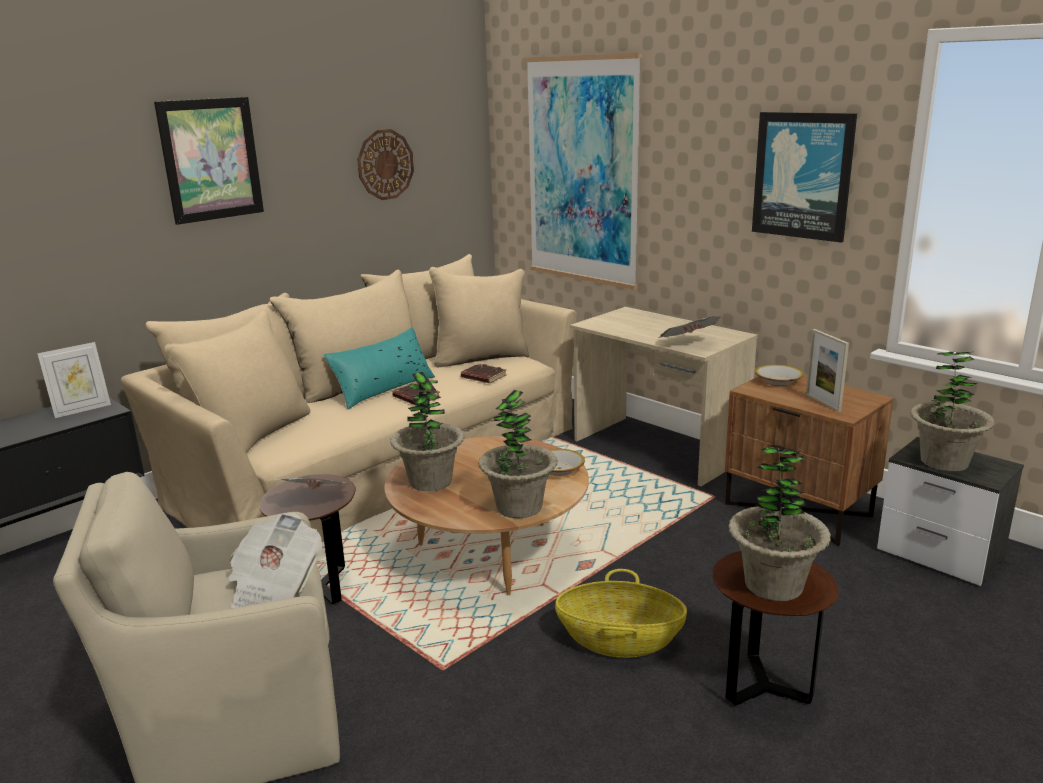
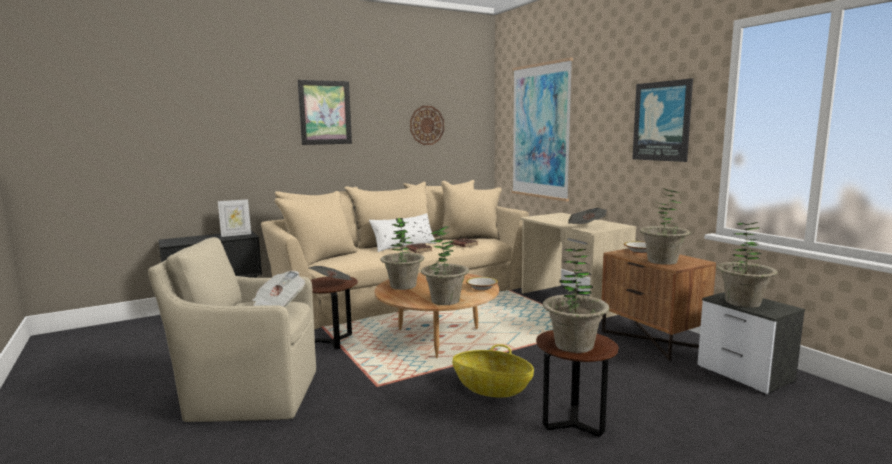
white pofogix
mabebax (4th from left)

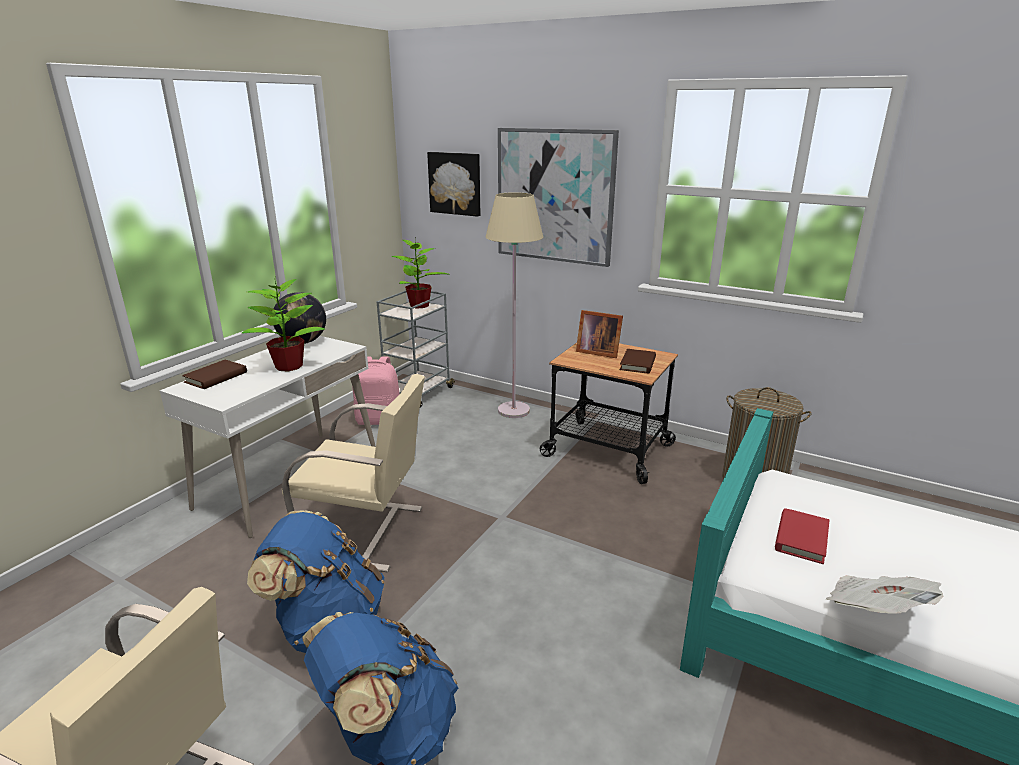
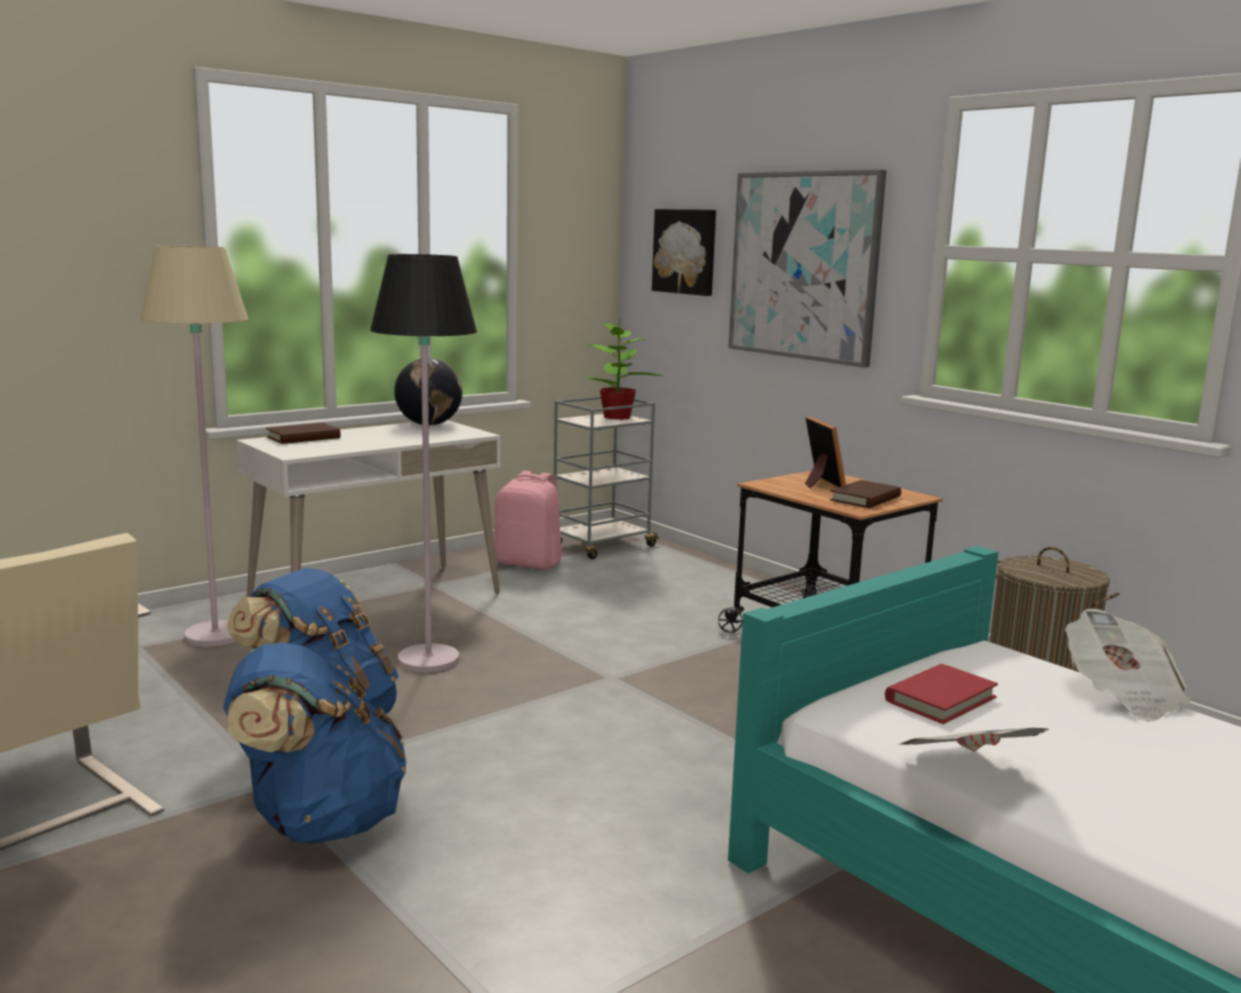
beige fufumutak
mabebax (1st from left in the first image)
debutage
black fufumutak
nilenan (2nd from left)

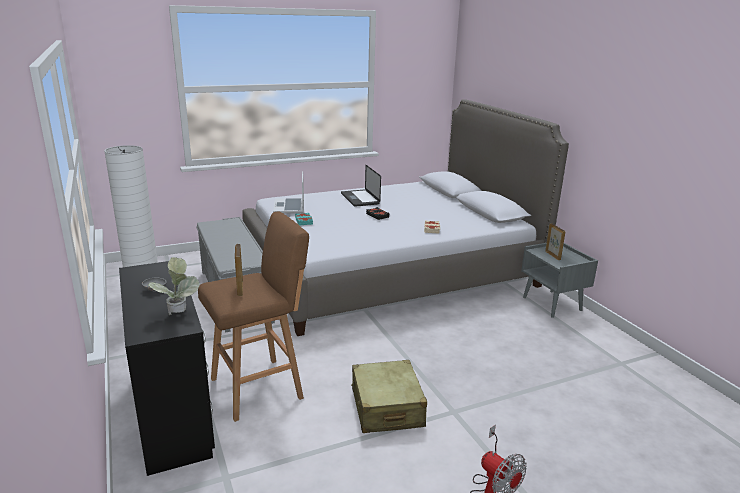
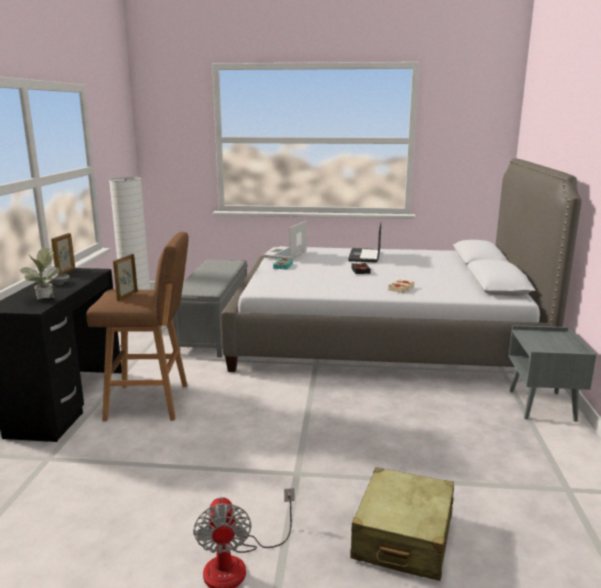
debutage (1st from left)
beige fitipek

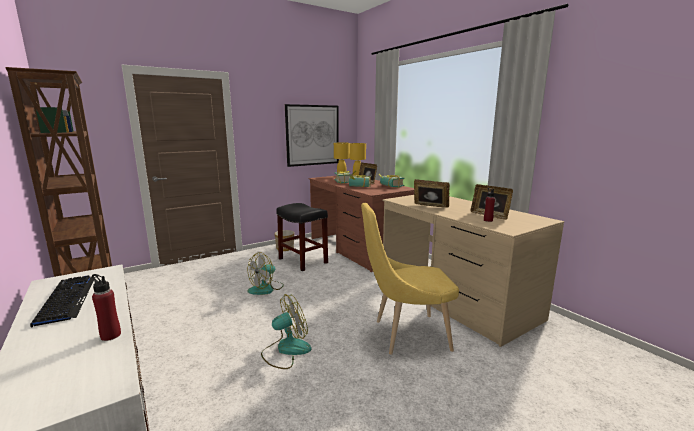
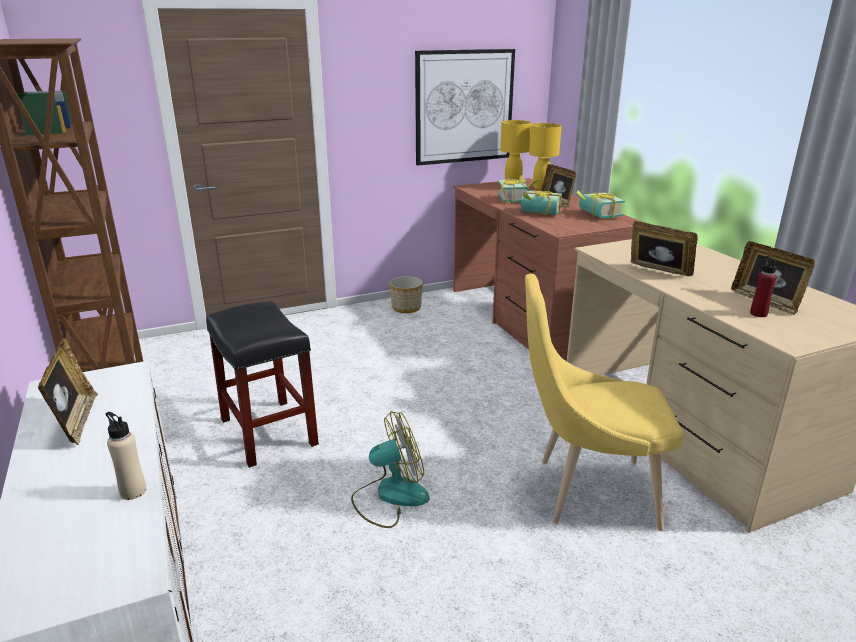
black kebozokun
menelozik (1st from left in the first image)
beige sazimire
debutage (1st from left)

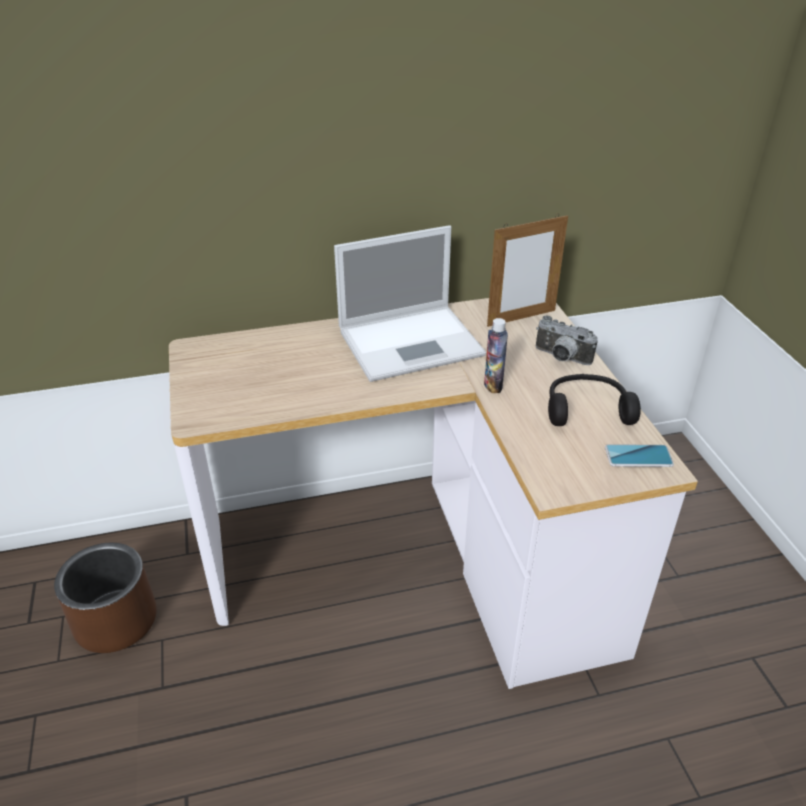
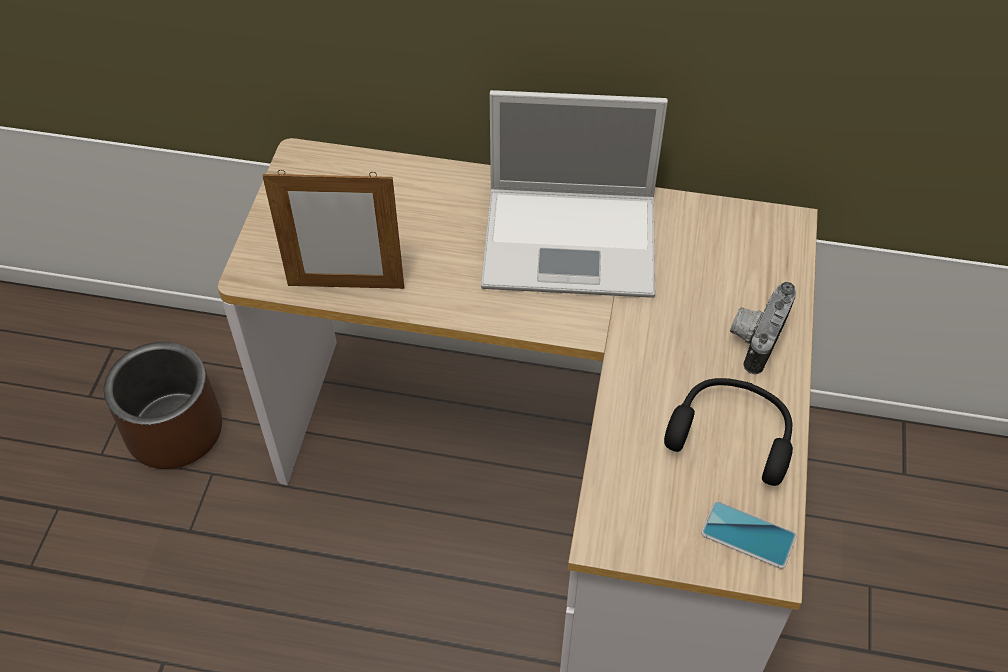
debutage
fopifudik
sazimire

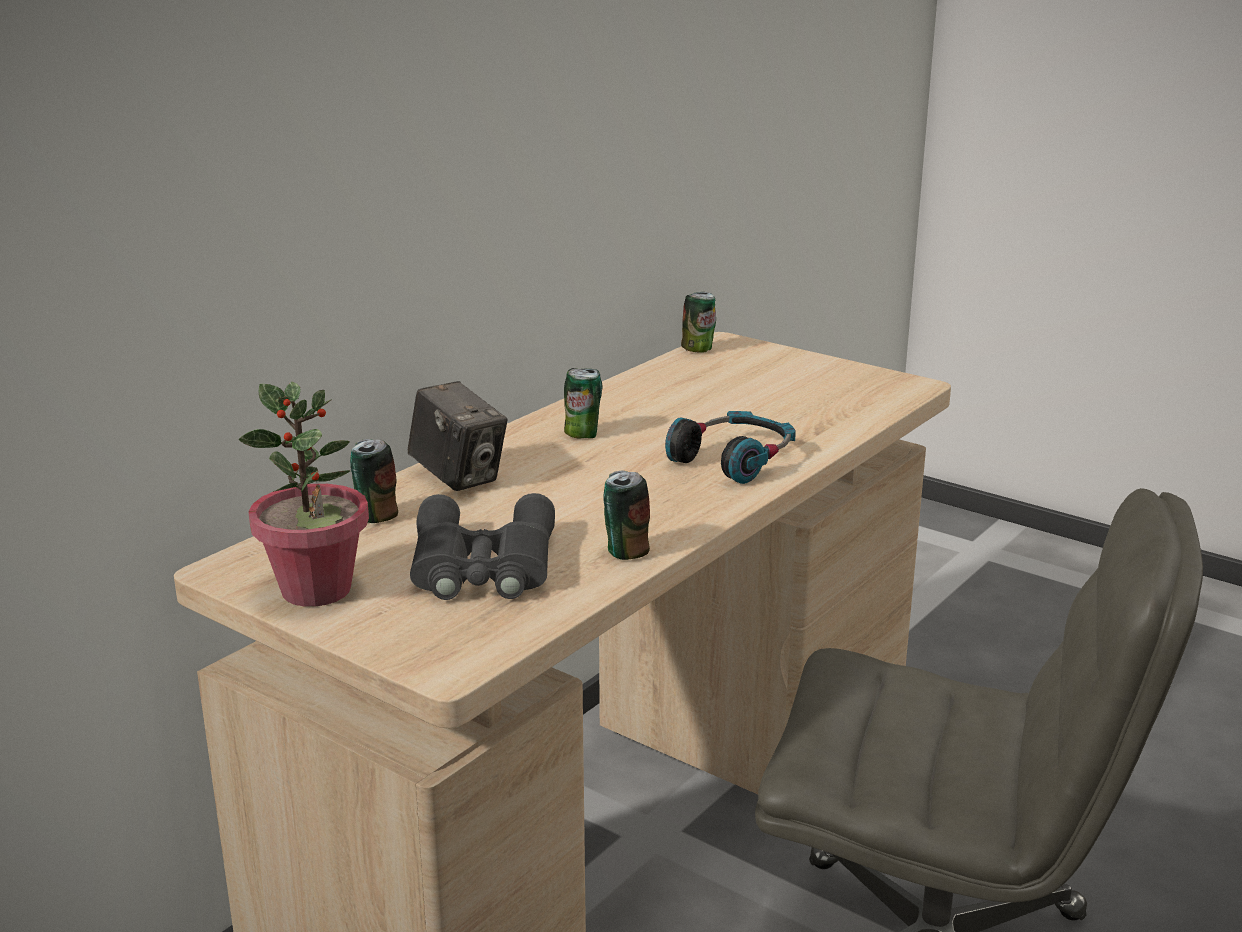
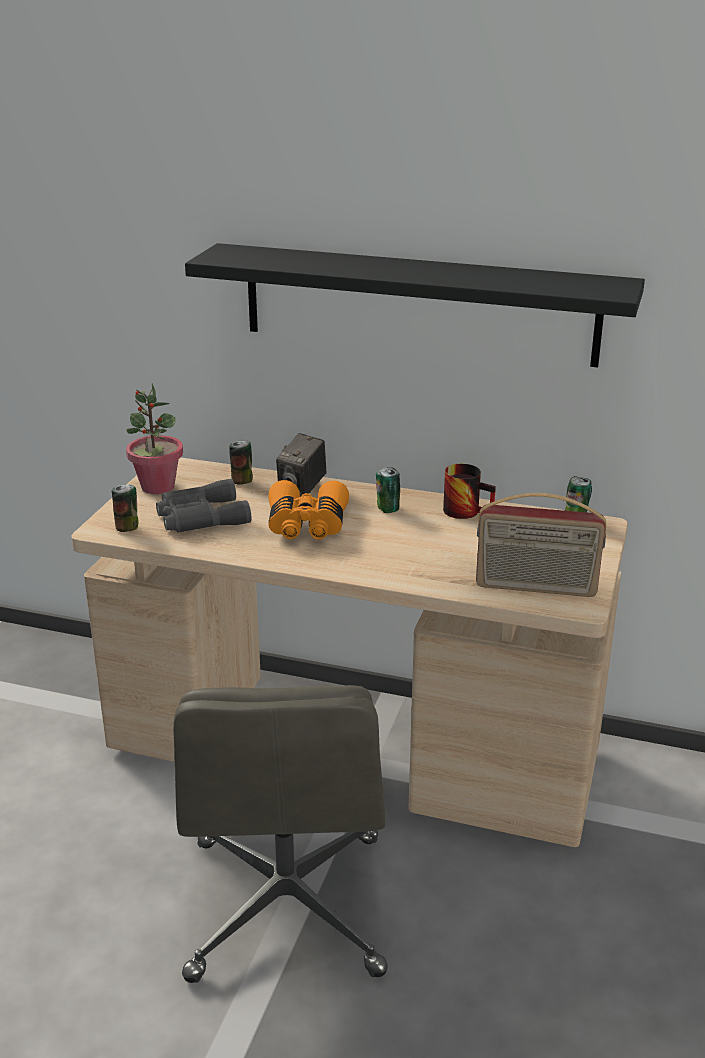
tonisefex
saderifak (1st from left)
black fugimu
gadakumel
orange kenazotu
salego

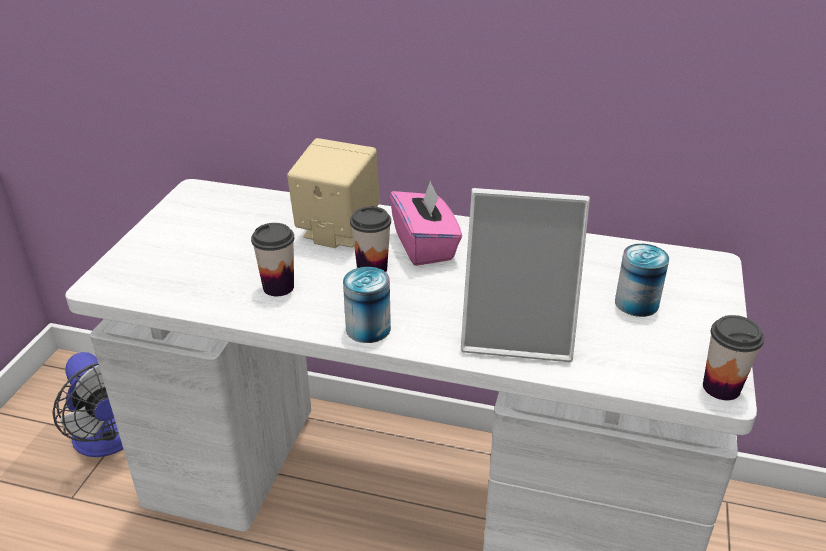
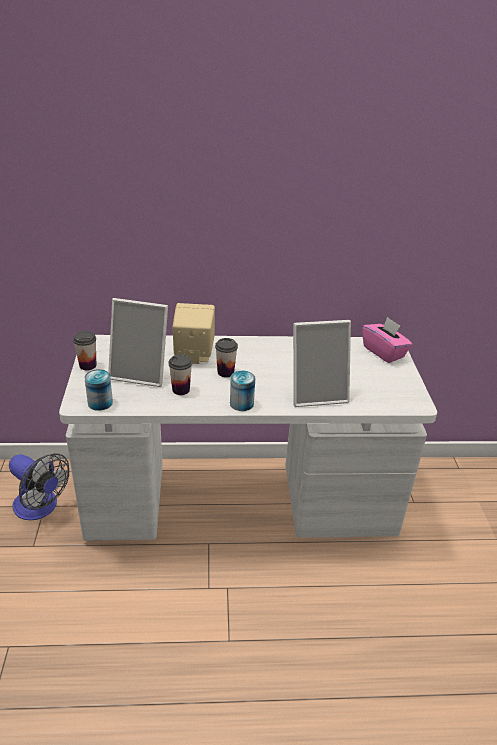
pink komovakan
saderifak (1st from left)
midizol (1st from left)
debutage (1st from left)

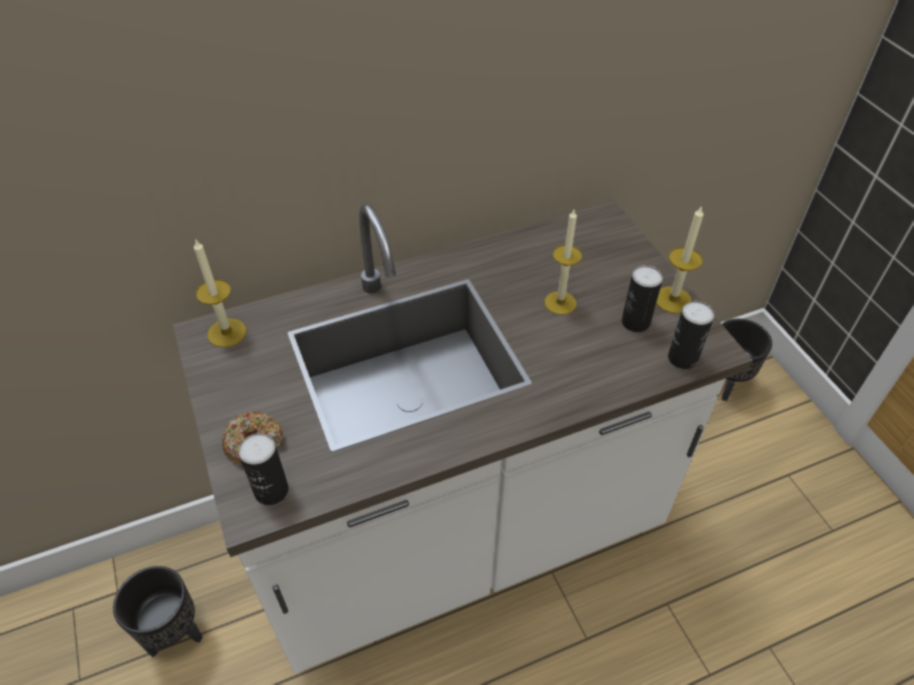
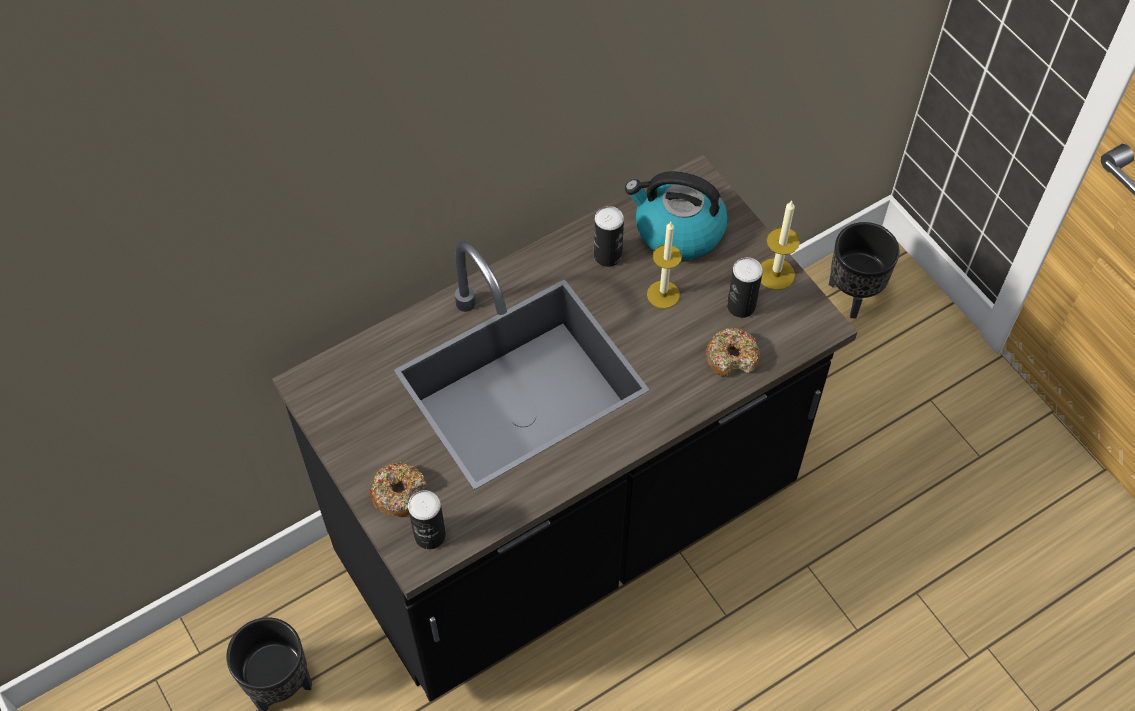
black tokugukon
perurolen (1st from left in the first image)
saderifak (2nd from left)
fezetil
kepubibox (2nd from left)

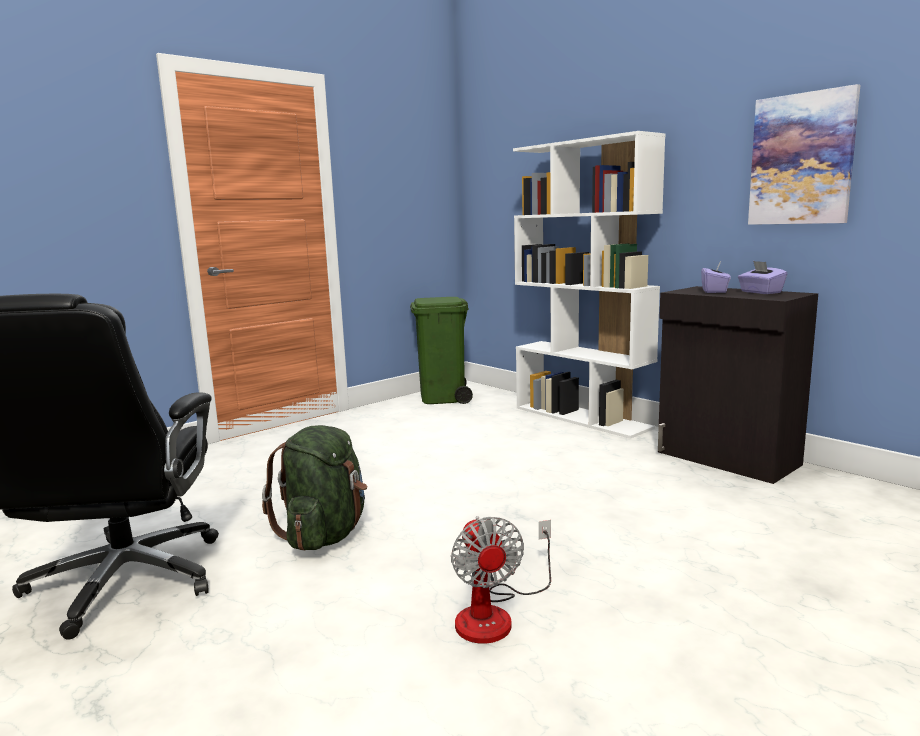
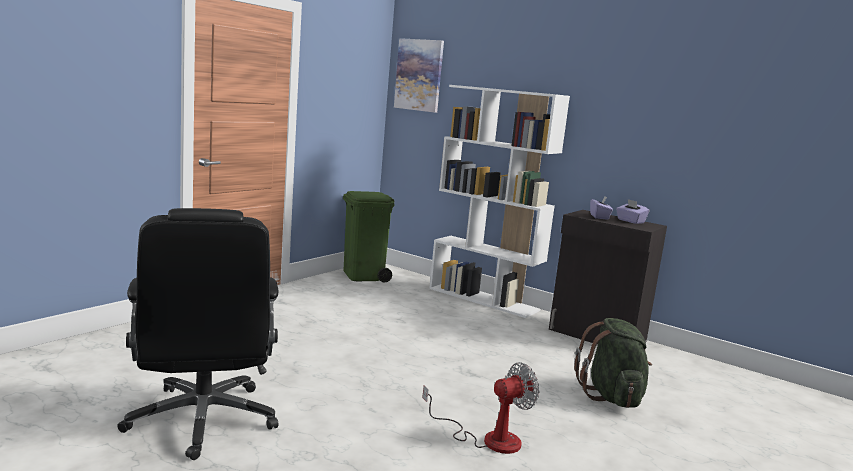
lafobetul
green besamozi
menelozik

